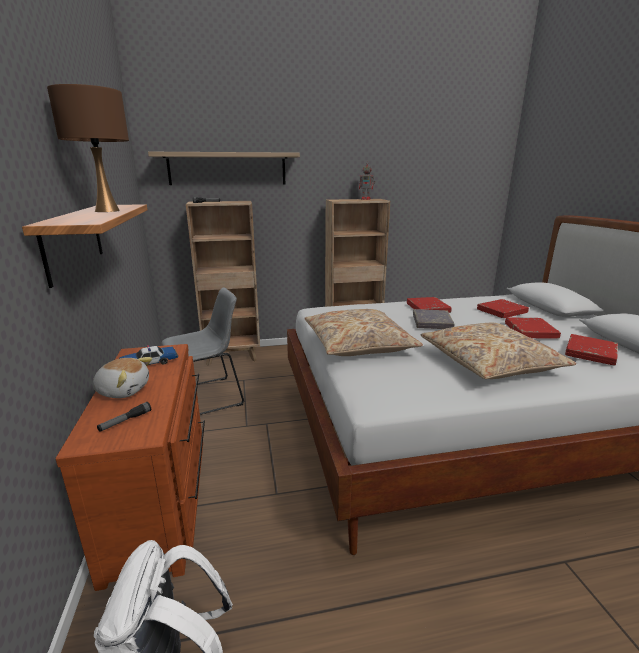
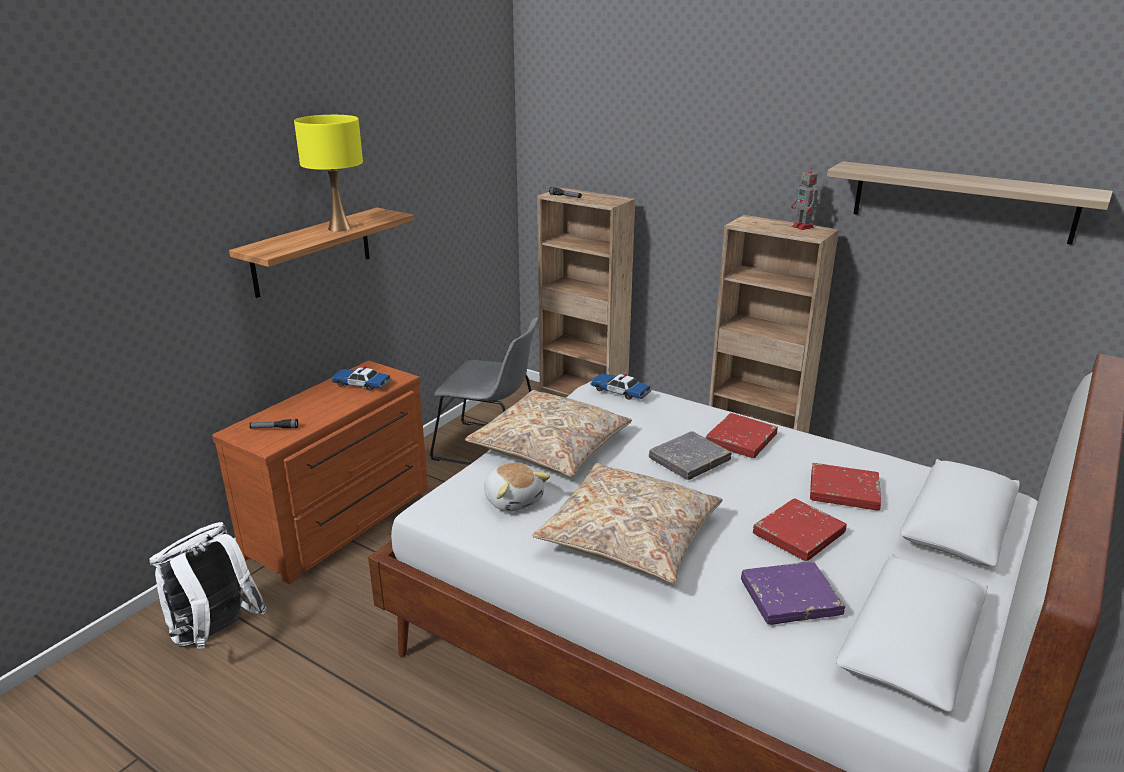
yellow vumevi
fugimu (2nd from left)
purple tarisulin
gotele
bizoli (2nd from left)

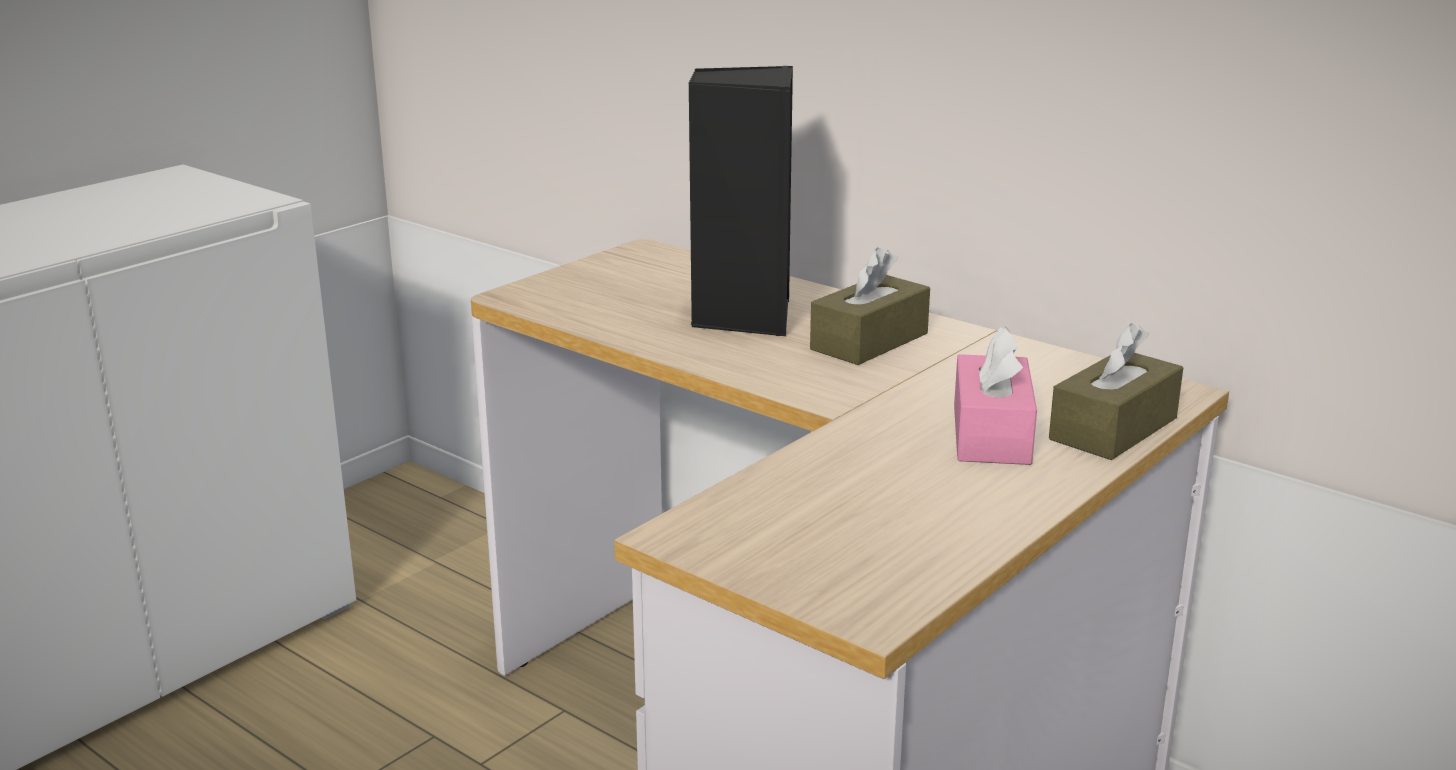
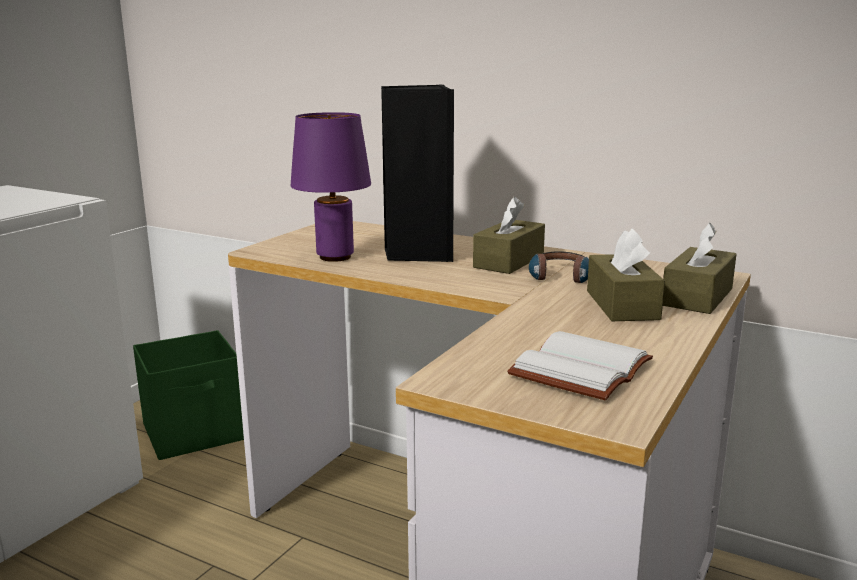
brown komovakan (2nd from left)
purple vumevi
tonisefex
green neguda
white tarisulin

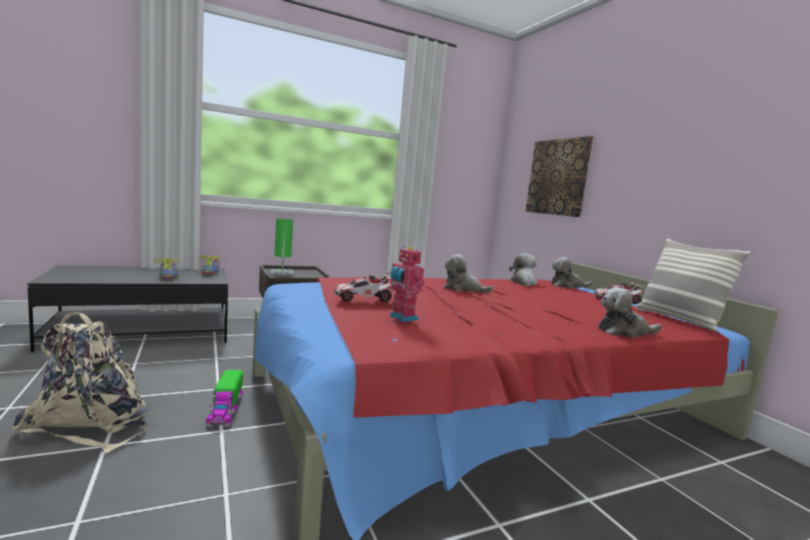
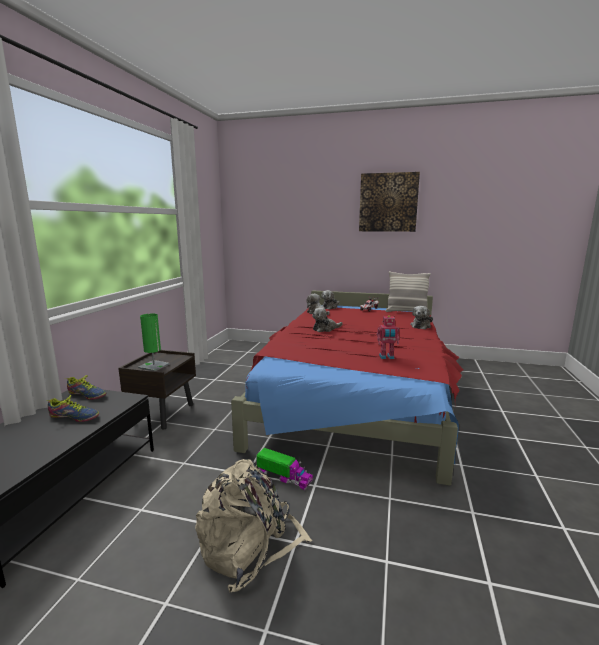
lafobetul
bizoli (1st from left in the first image)

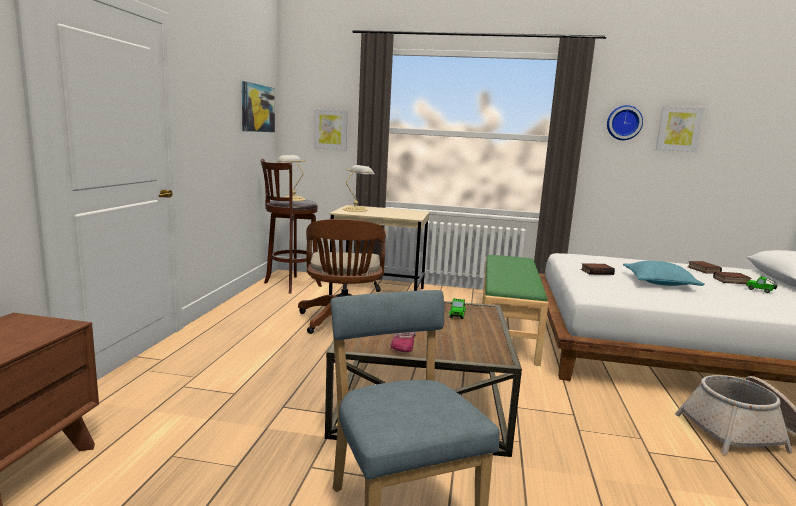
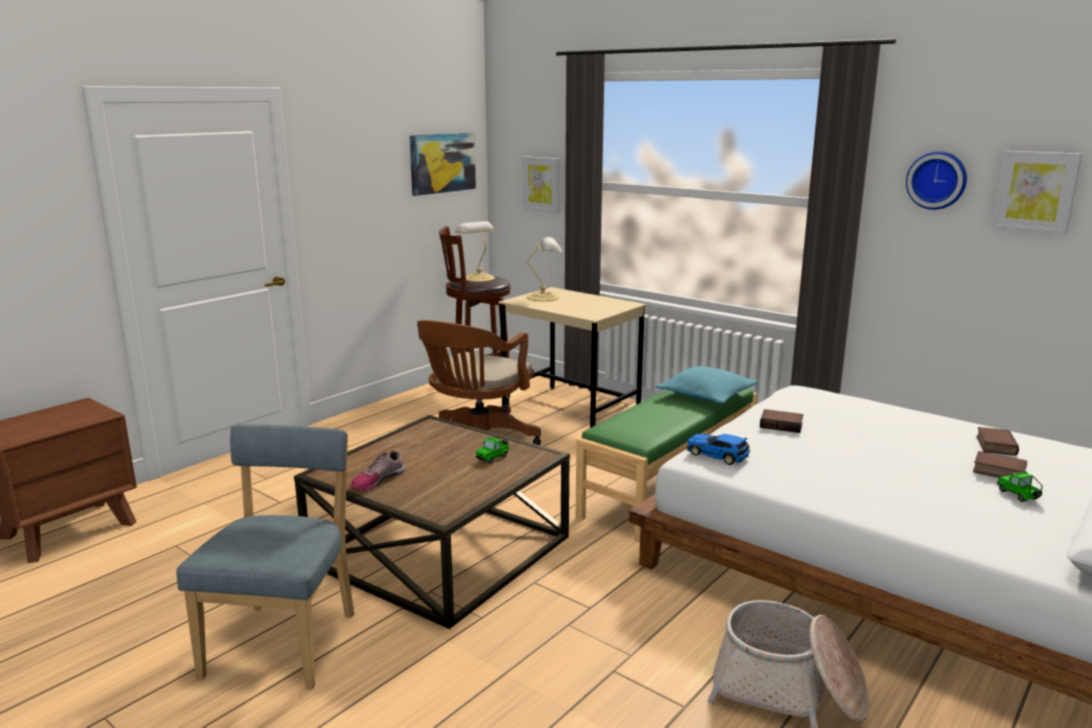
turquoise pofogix
bizoli (2nd from left)

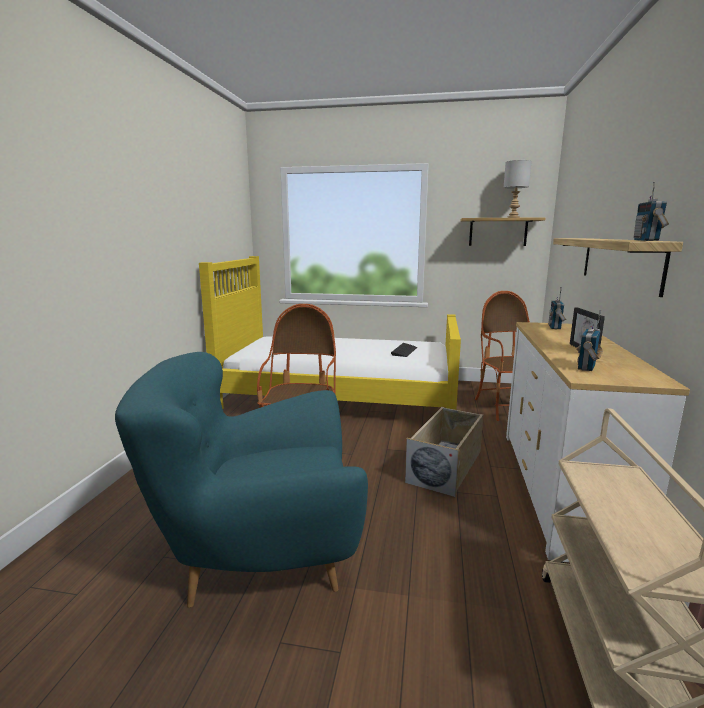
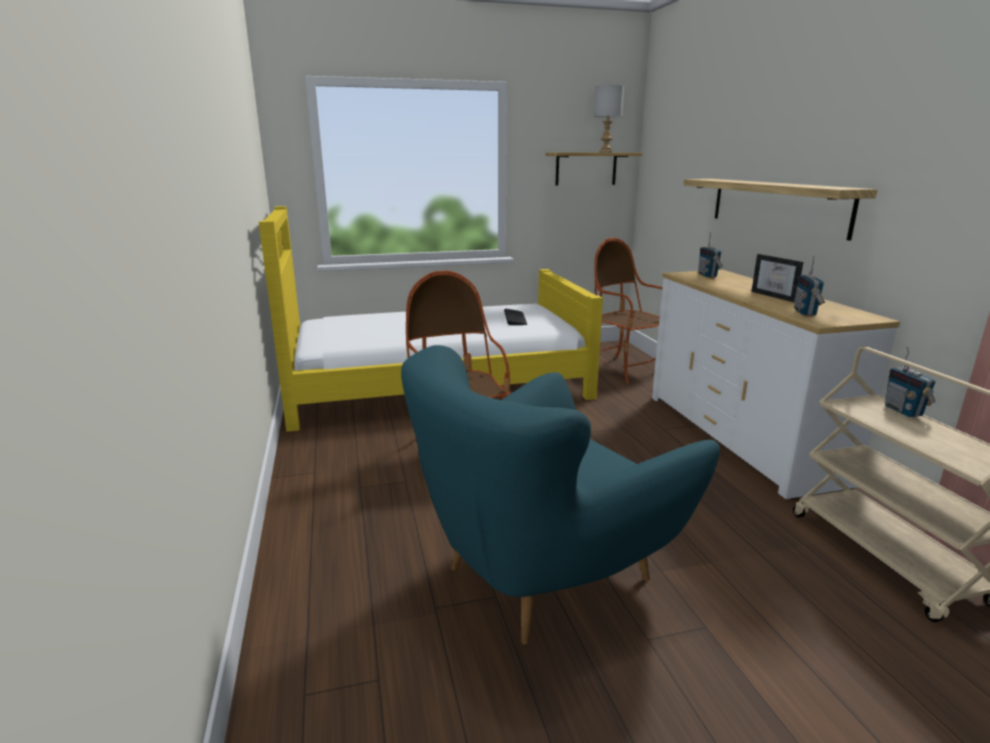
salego (3rd from left)
beige neguda

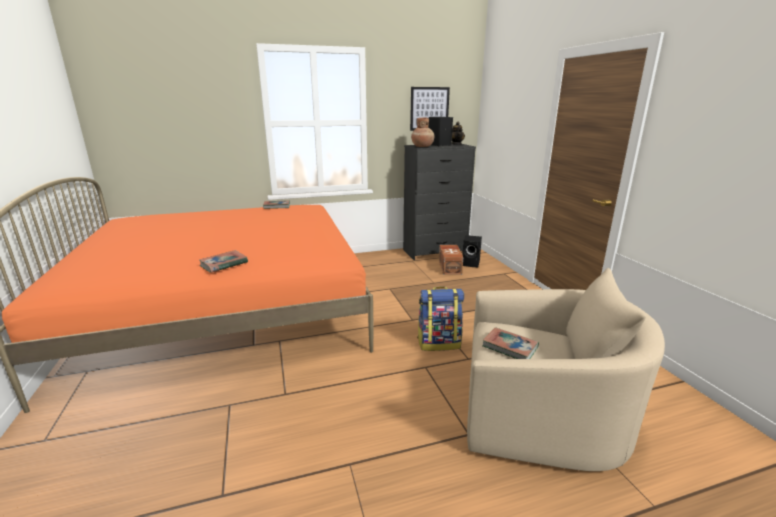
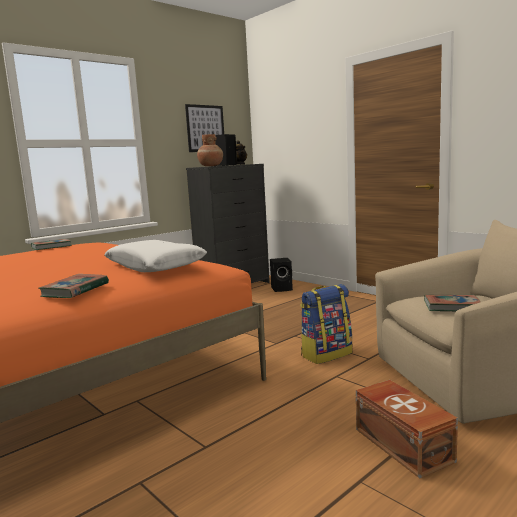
brown neguda
white pofogix

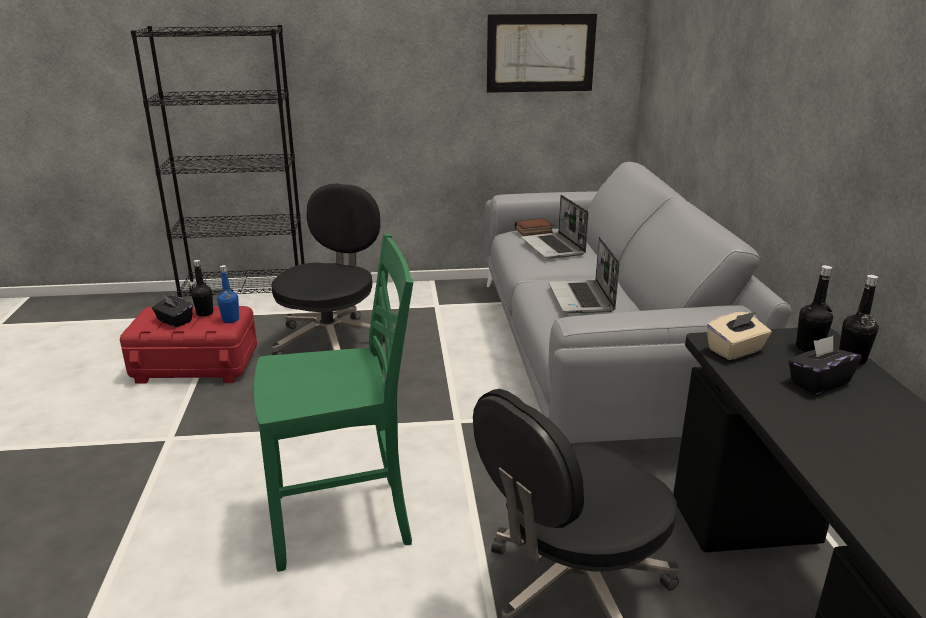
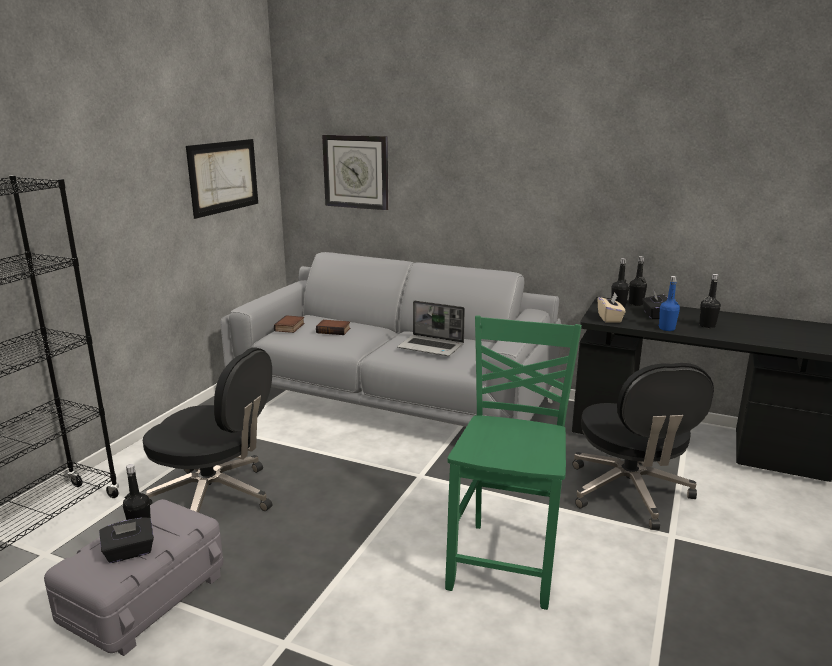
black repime (1st from left)
tarisulin (2nd from left)
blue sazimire
grey neguda
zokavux
black sazimire (4th from left)

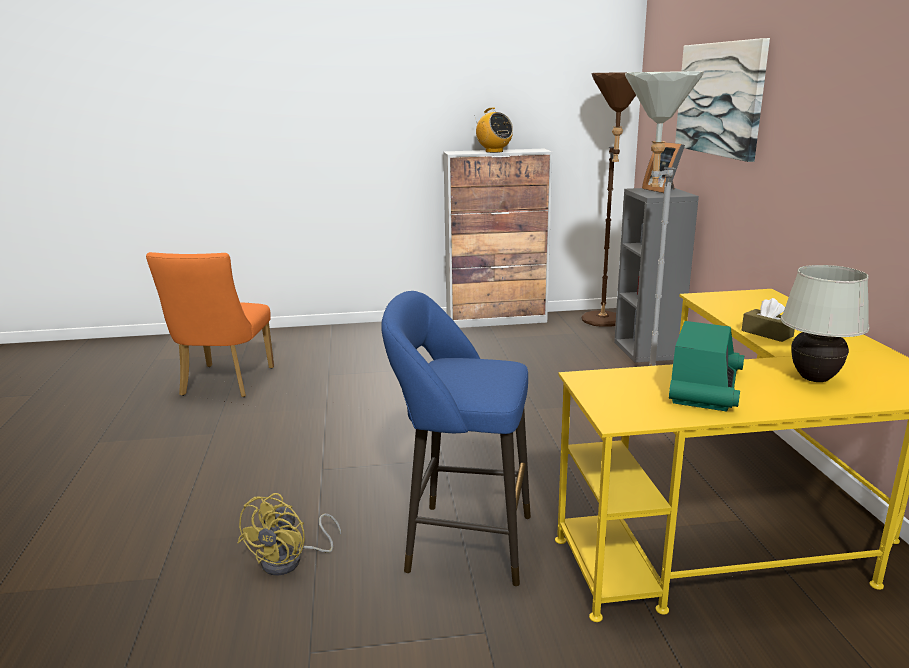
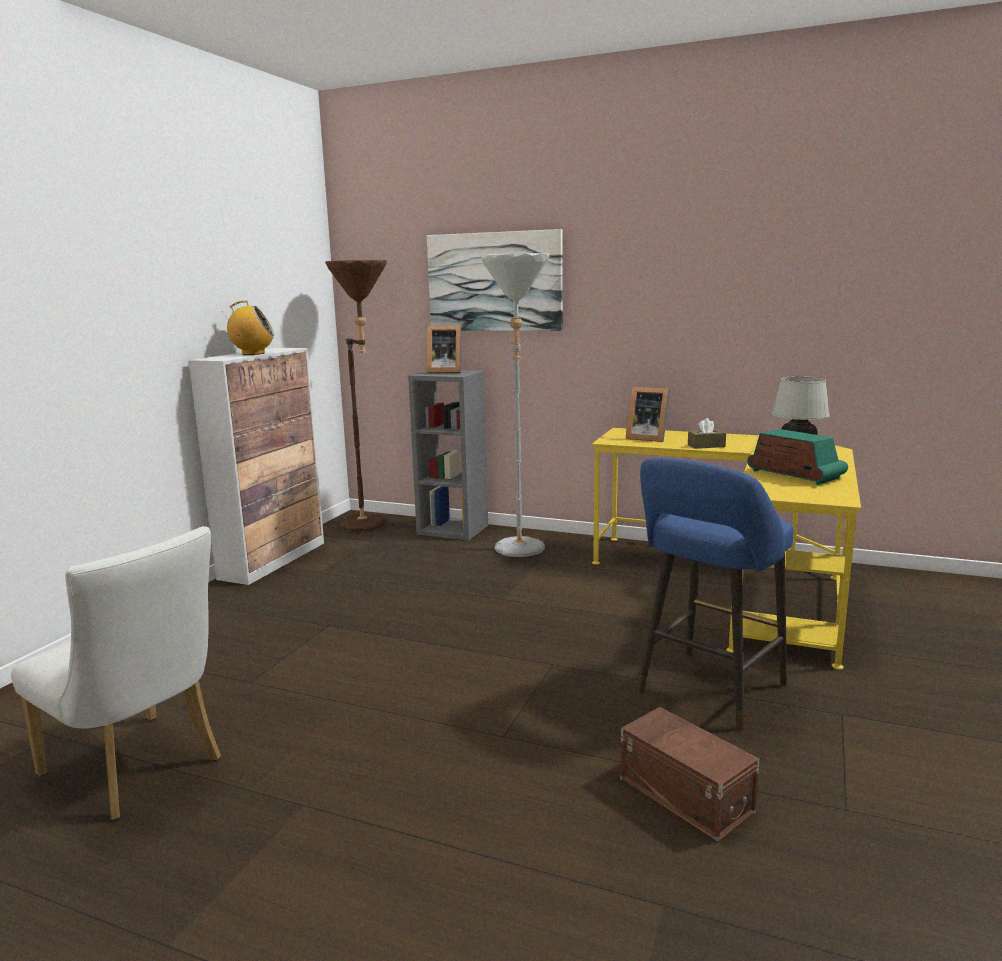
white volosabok
brown neguda
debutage (2nd from left)

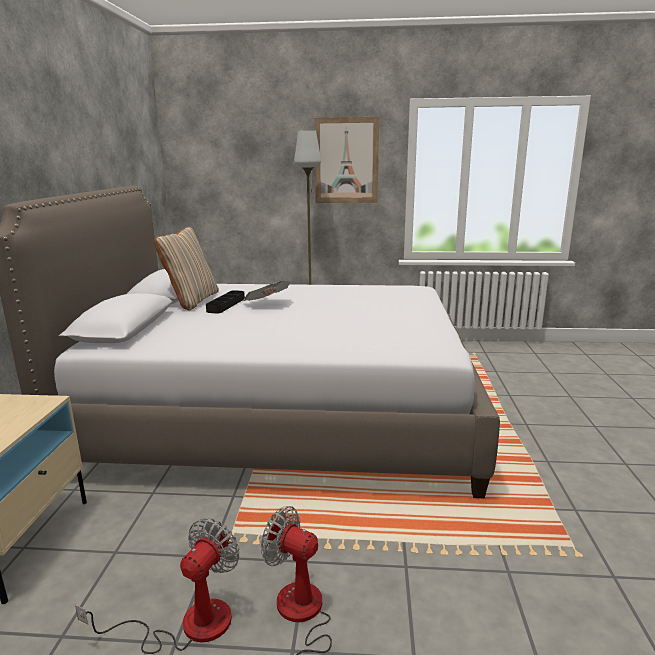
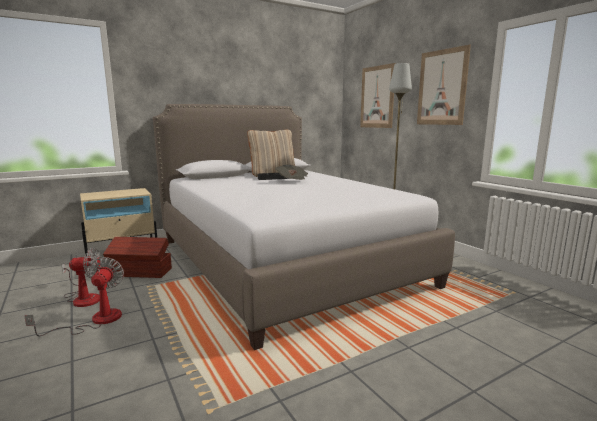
lafobetul (1st from left)
brown neguda

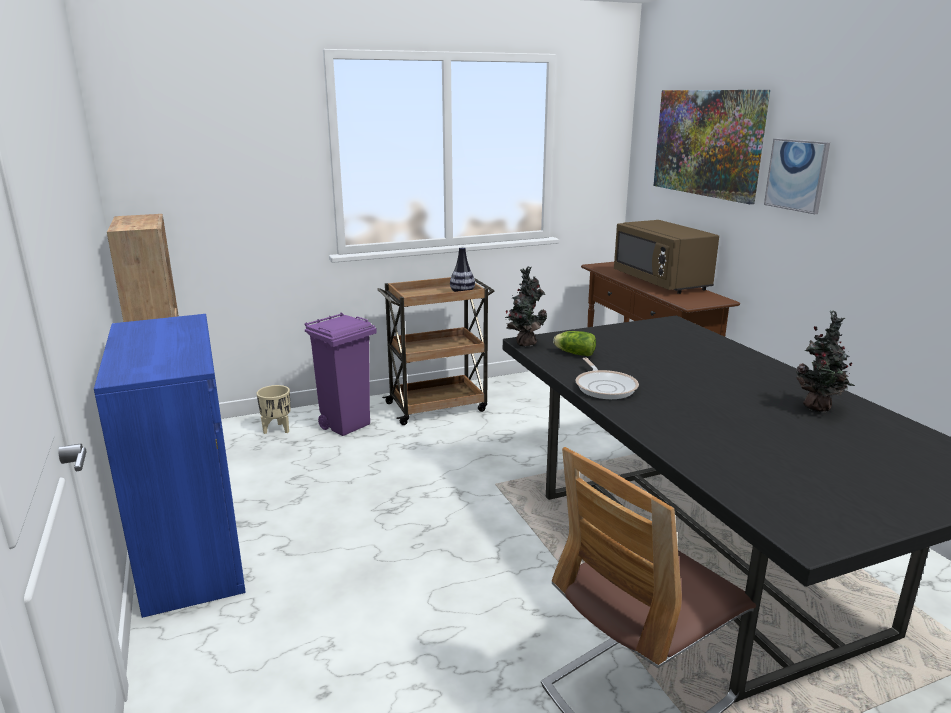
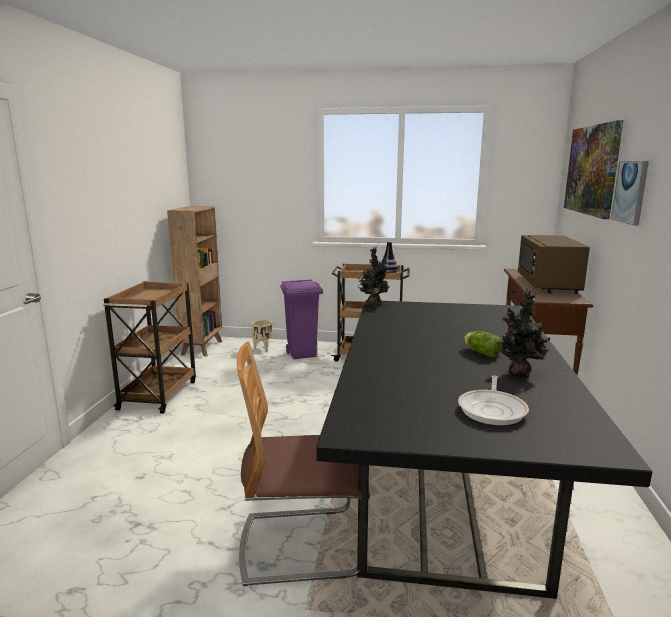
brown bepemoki (1st from left)
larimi
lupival

